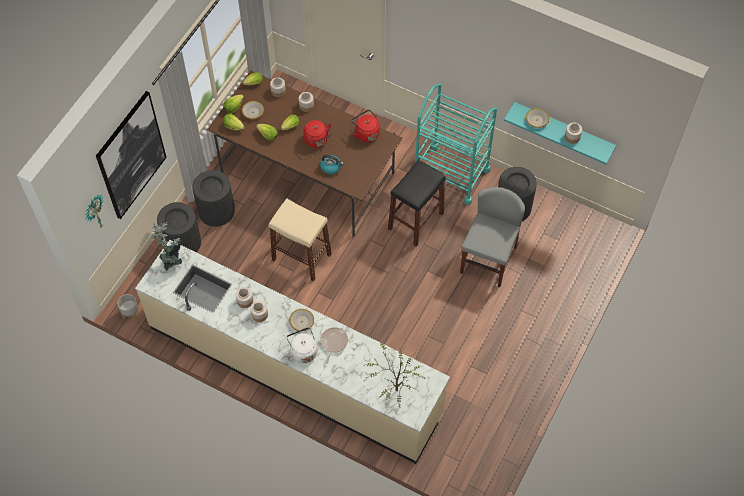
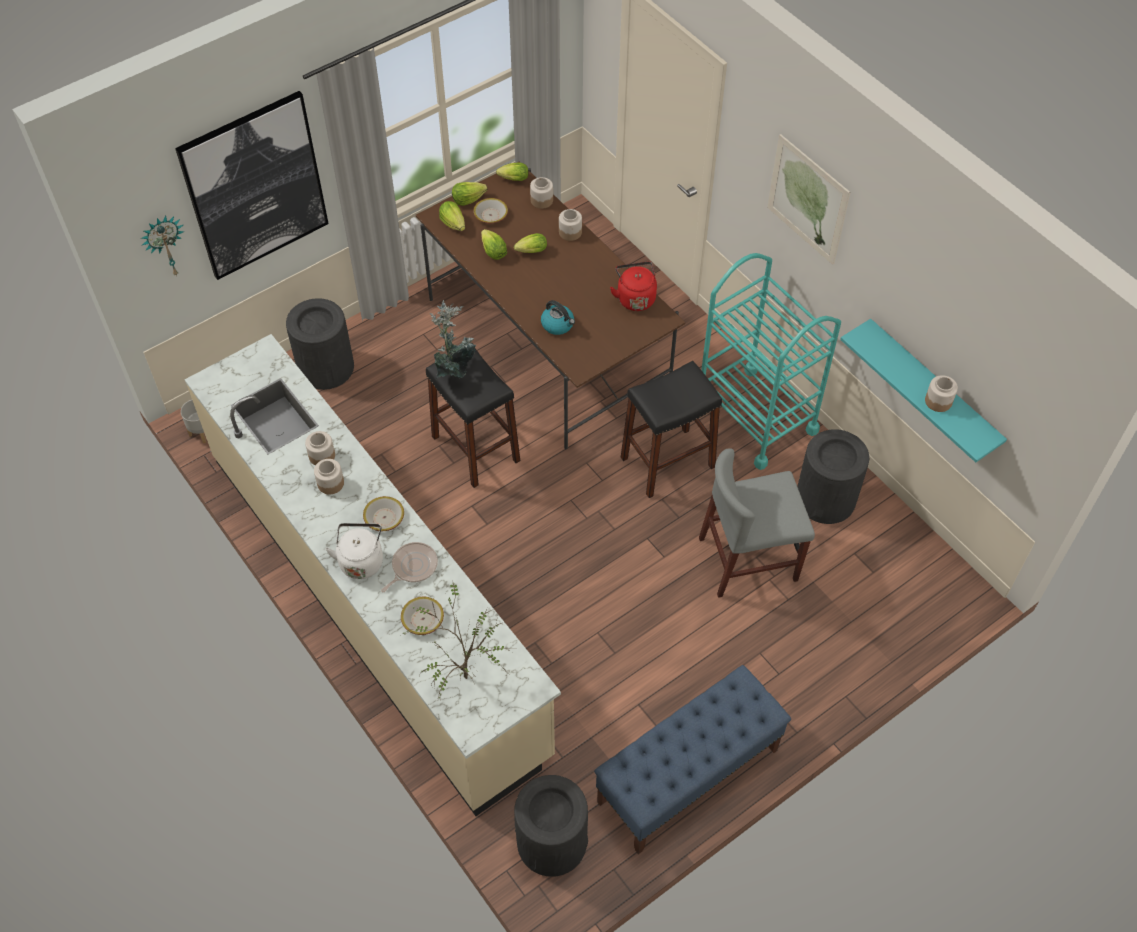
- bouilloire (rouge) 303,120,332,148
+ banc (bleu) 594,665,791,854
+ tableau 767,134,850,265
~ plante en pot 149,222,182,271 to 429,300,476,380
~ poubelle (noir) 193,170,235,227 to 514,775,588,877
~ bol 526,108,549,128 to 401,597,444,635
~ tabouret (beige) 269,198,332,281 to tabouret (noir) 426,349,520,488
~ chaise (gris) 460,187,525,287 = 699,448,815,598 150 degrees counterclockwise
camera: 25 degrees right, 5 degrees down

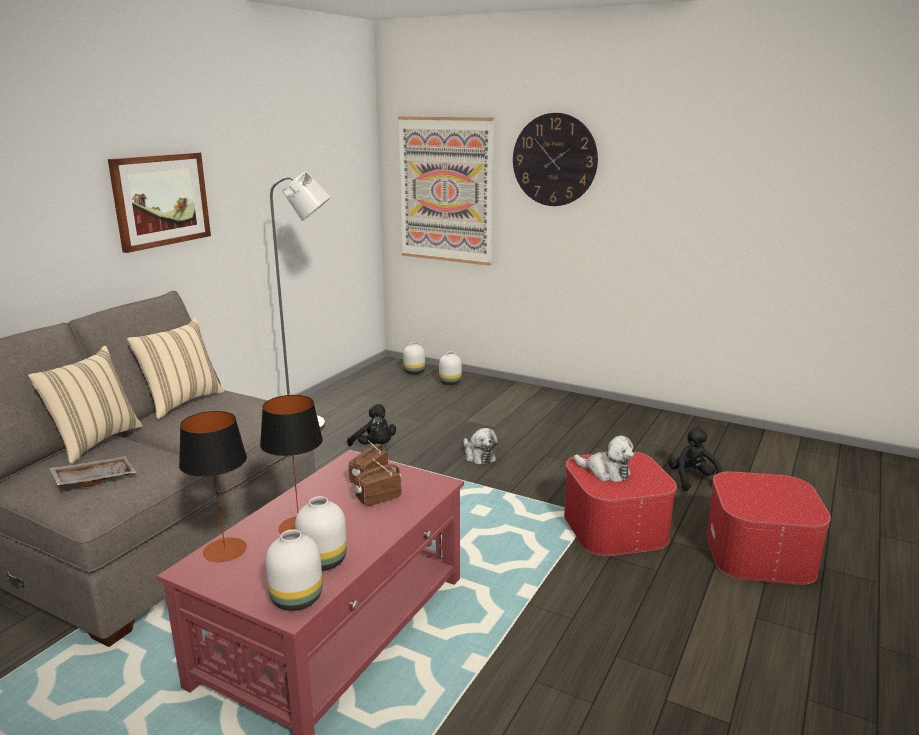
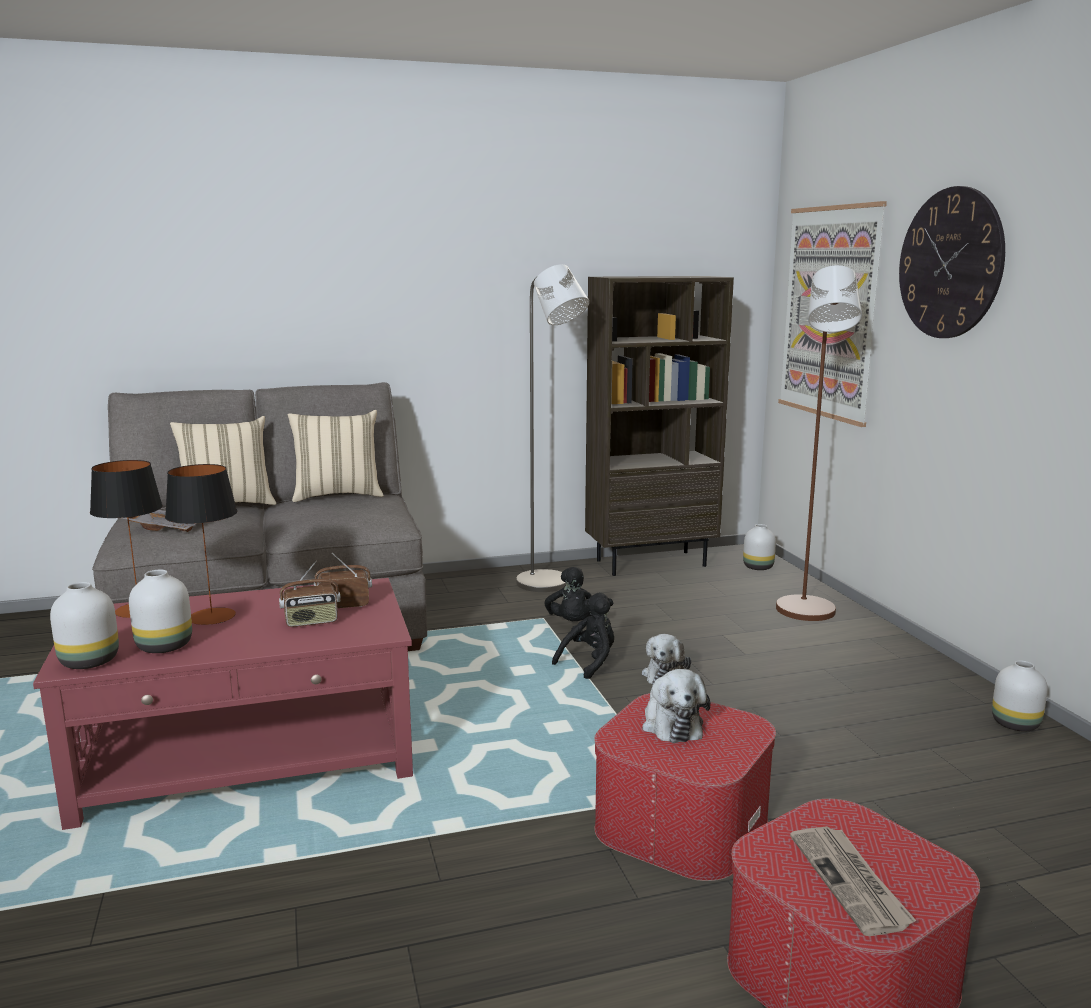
- tableau 108,152,211,253
+ bibliothèque (marron) 585,276,734,576
+ lampadaire (marron) 776,265,862,621
+ journal 790,826,916,936
~ vase (blanc) 439,351,462,385 to 992,660,1048,732
~ peluche (noir) 668,427,722,491 to 552,592,614,679
~ radio 355,459,402,507 = 279,561,341,627 150 degrees clockwise
camera: 45 degrees right, 5 degrees down

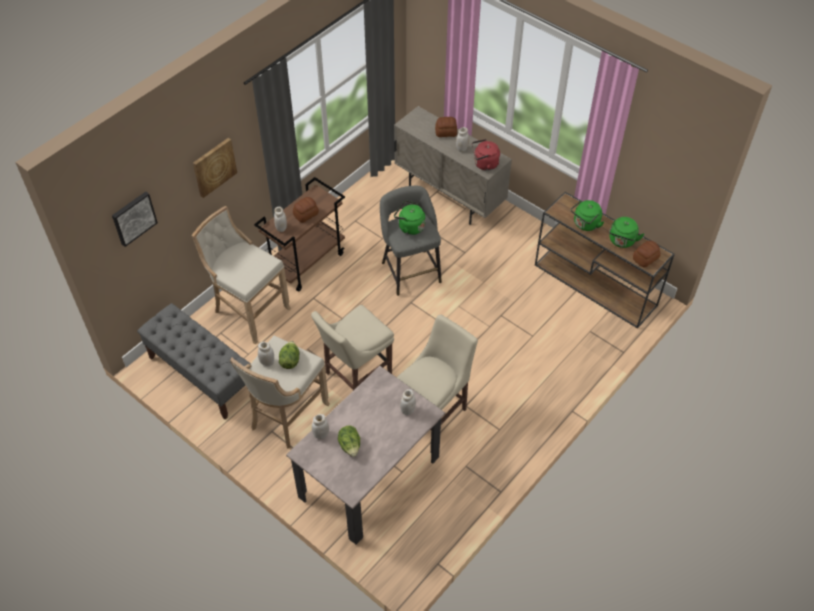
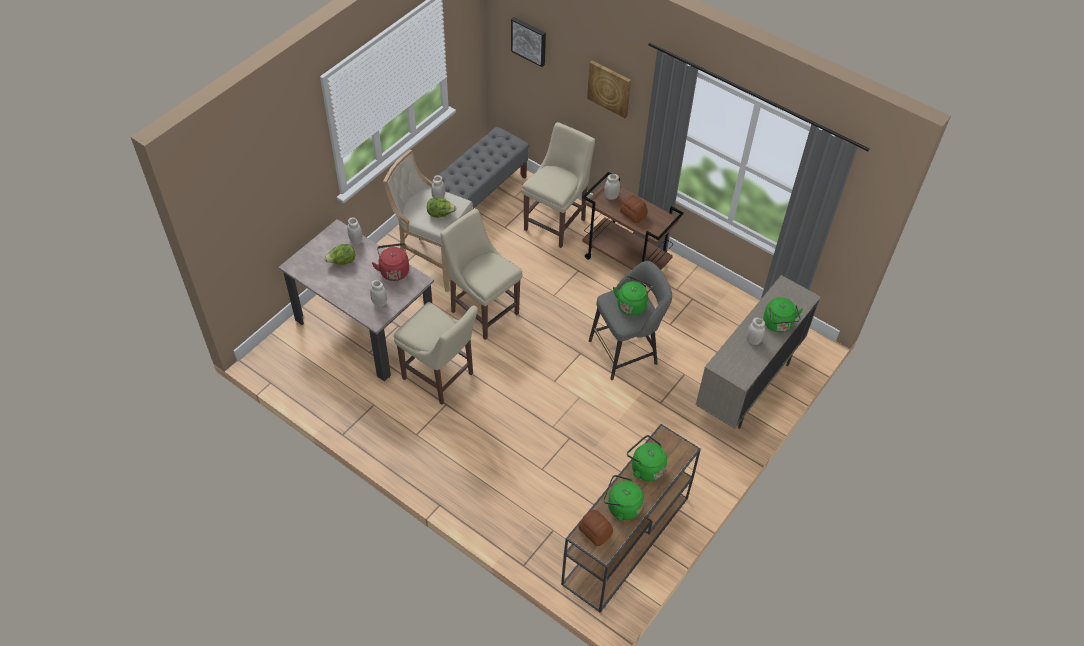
~ bouilloire (rouge) 472,139,500,171 to 372,243,409,281
~ tabouret (beige) 192,206,291,344 to chaise (beige) 522,122,595,248
~ pain 435,117,457,137 to bouilloire (vert) 763,297,803,332
camera: 85 degrees right, 0 degrees up

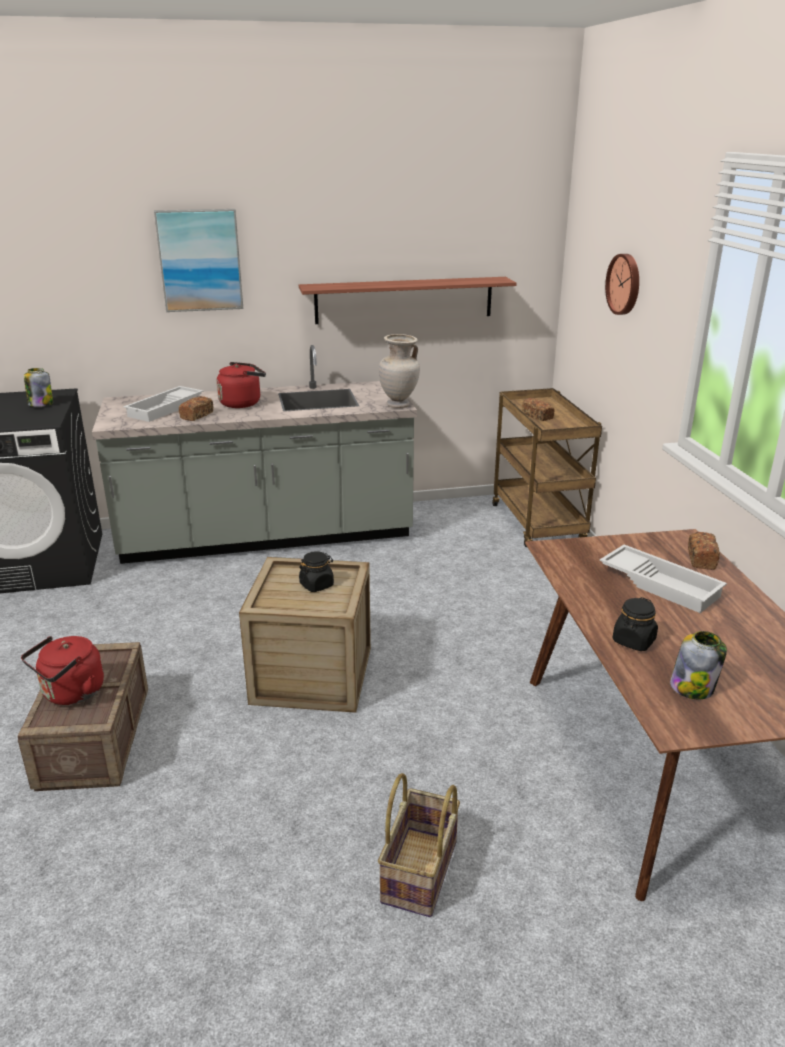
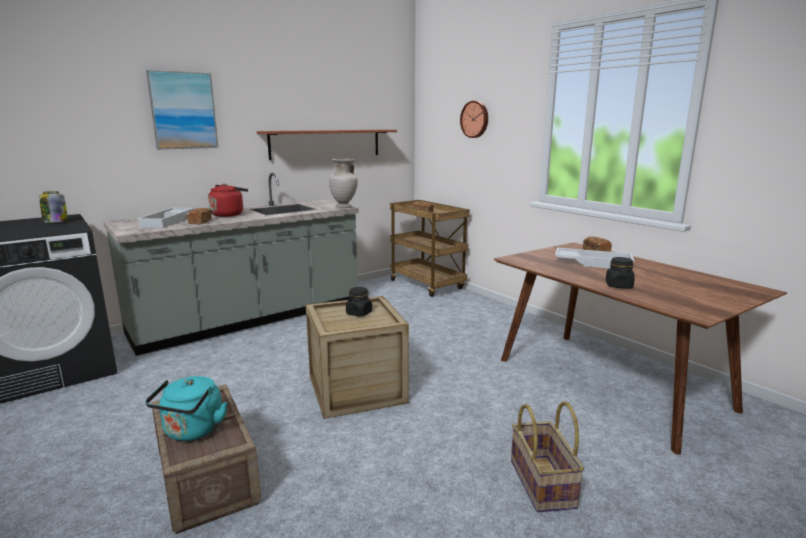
- bocal 670,631,727,699
~ bouilloire (rouge) 21,636,104,705 to bouilloire (turquoise) 145,376,227,441
camera: 25 degrees left, 10 degrees down

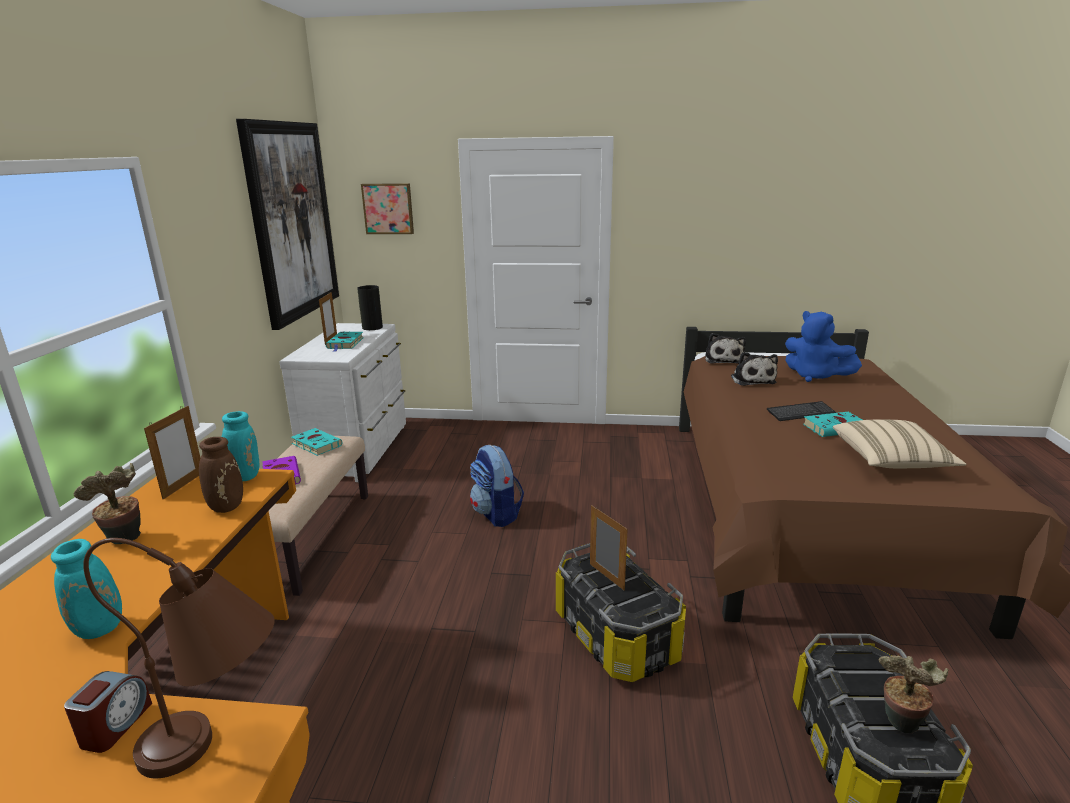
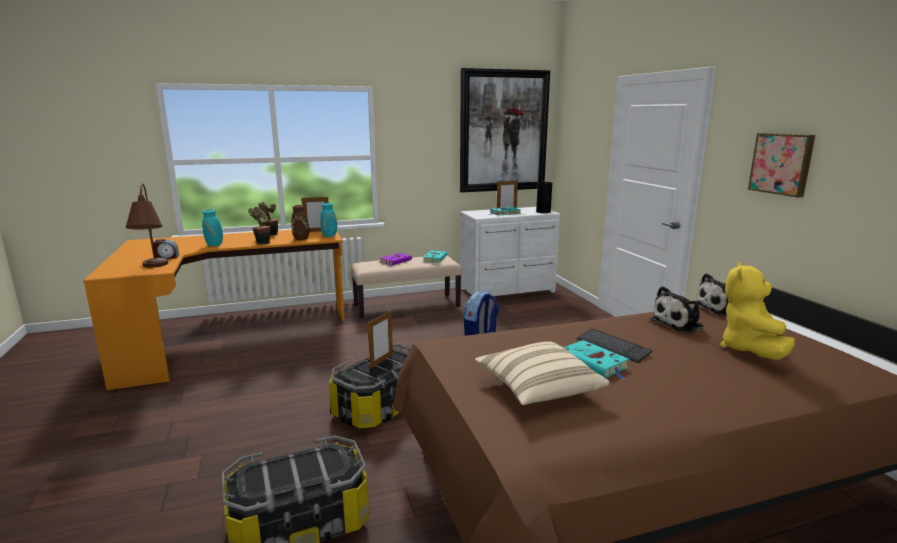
~ tableau 361,183,414,234 to 748,133,815,197
~ plante en pot 878,655,949,733 to 248,207,271,244
~ peluche (bleu) 785,311,862,382 to peluche (jaune) 720,262,795,360
camera: 65 degrees right, 5 degrees down

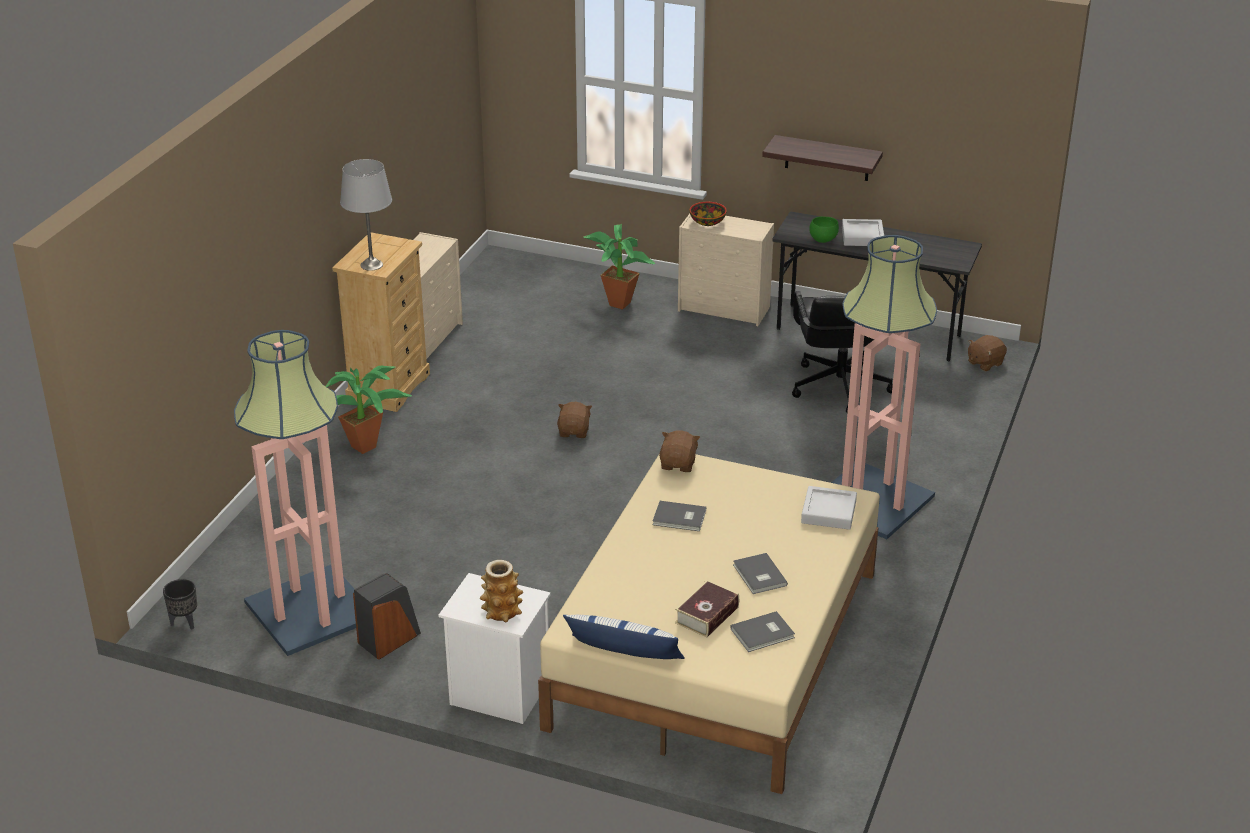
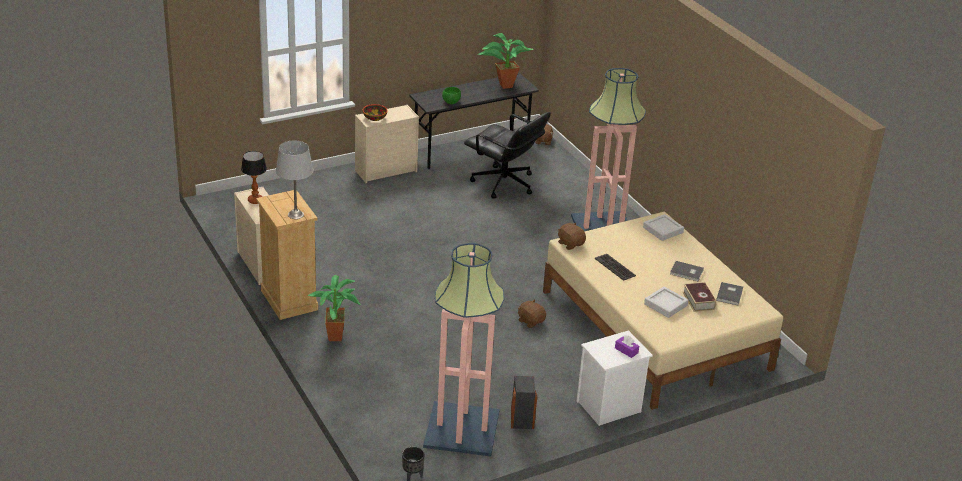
- coussin 563,615,685,659
- étagère 762,135,883,181
+ lampe de table 241,151,267,204
~ peluche (marron) 557,402,592,438 to 518,300,546,328
~ plante en pot 583,224,655,310 to 478,33,533,89
~ plateau (gris) 842,219,884,246 to 644,287,688,318
~ vase 480,560,523,622 to boîte à mouchoirs (violet) 615,335,639,358
~ livre (gris) 653,501,706,531 to clavier 594,254,636,281
camera: 50 degrees left, 0 degrees up

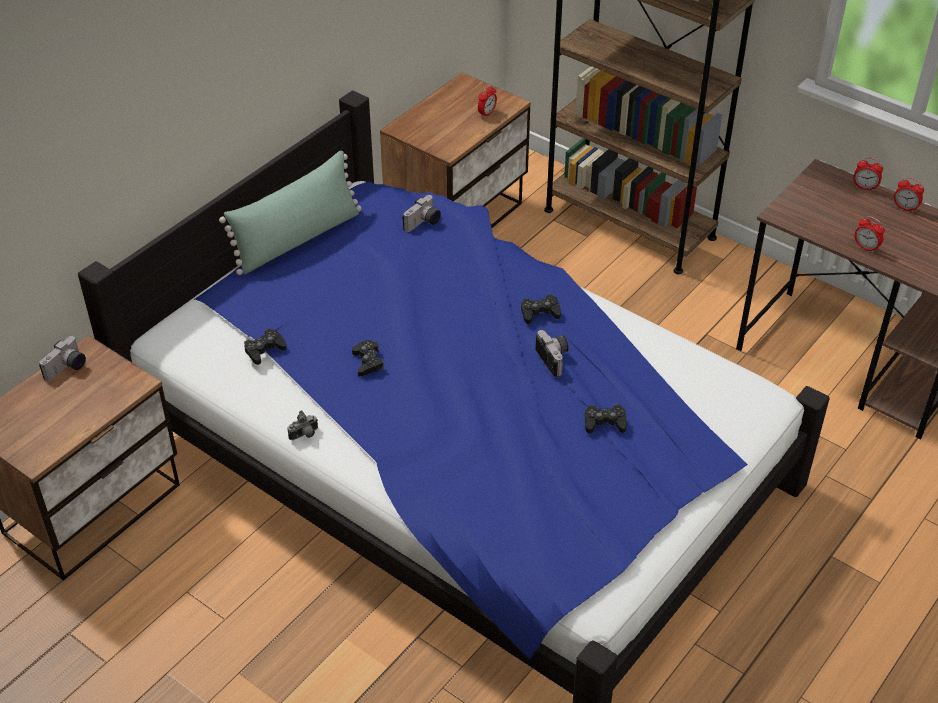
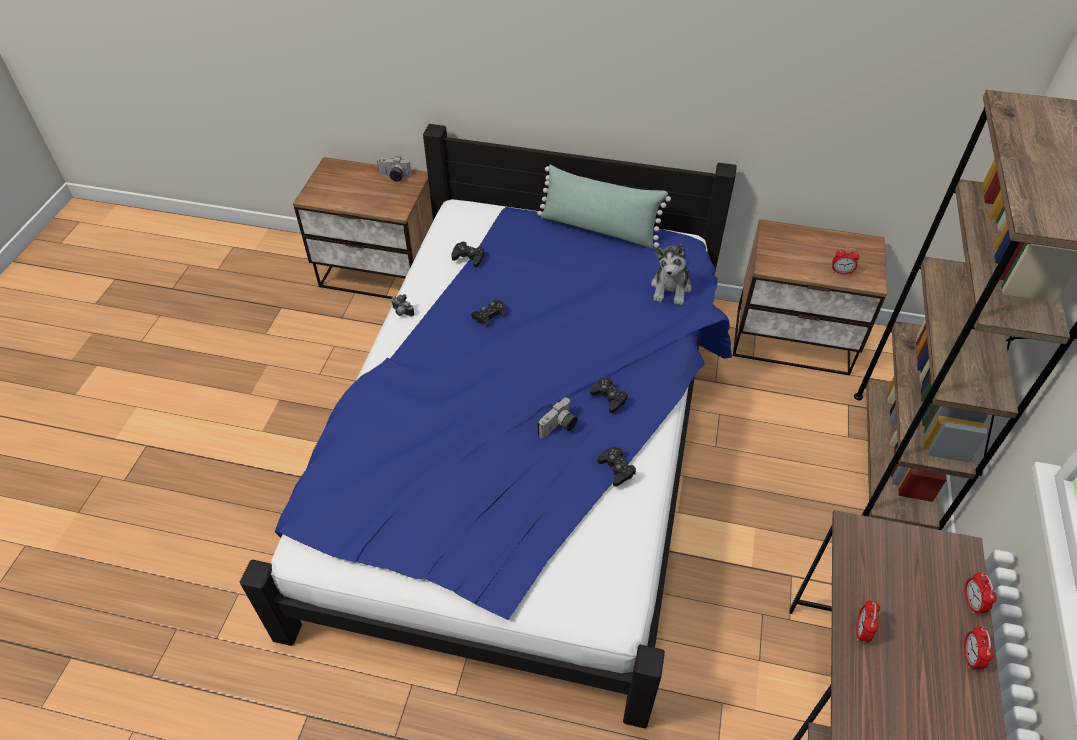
~ manette (noir) 585,404,627,434 to 597,447,636,487
~ appareil photo 402,195,441,232 to peluche 651,244,691,305
camera: 65 degrees right, 5 degrees up

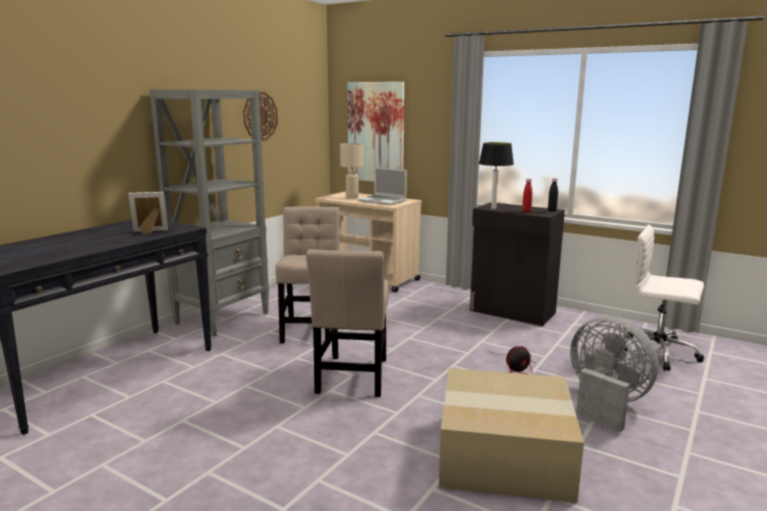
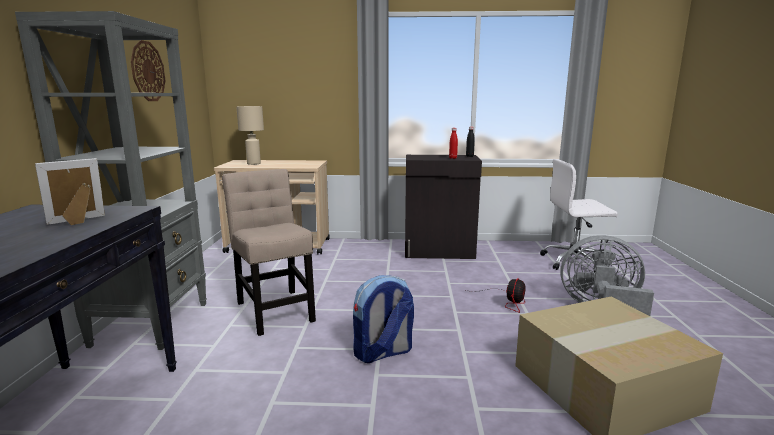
- tableau 347,82,404,182
- ordinateur portable 358,167,407,205
- lampe de table 479,142,514,209
~ chaise (beige) 306,249,389,397 to sac à dos 353,275,414,363
camera: 30 degrees left, 0 degrees up

